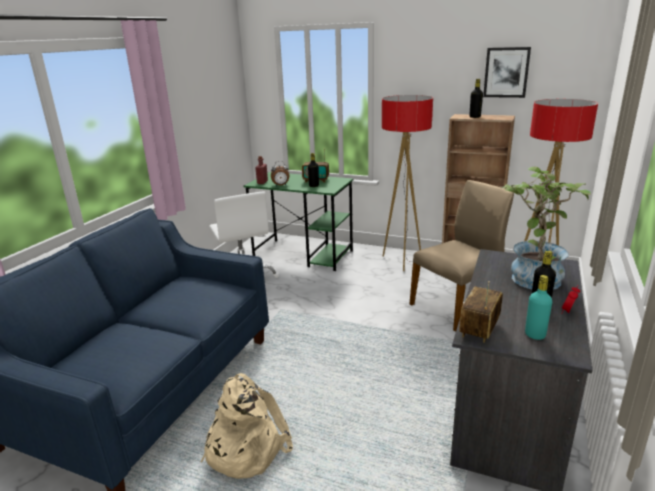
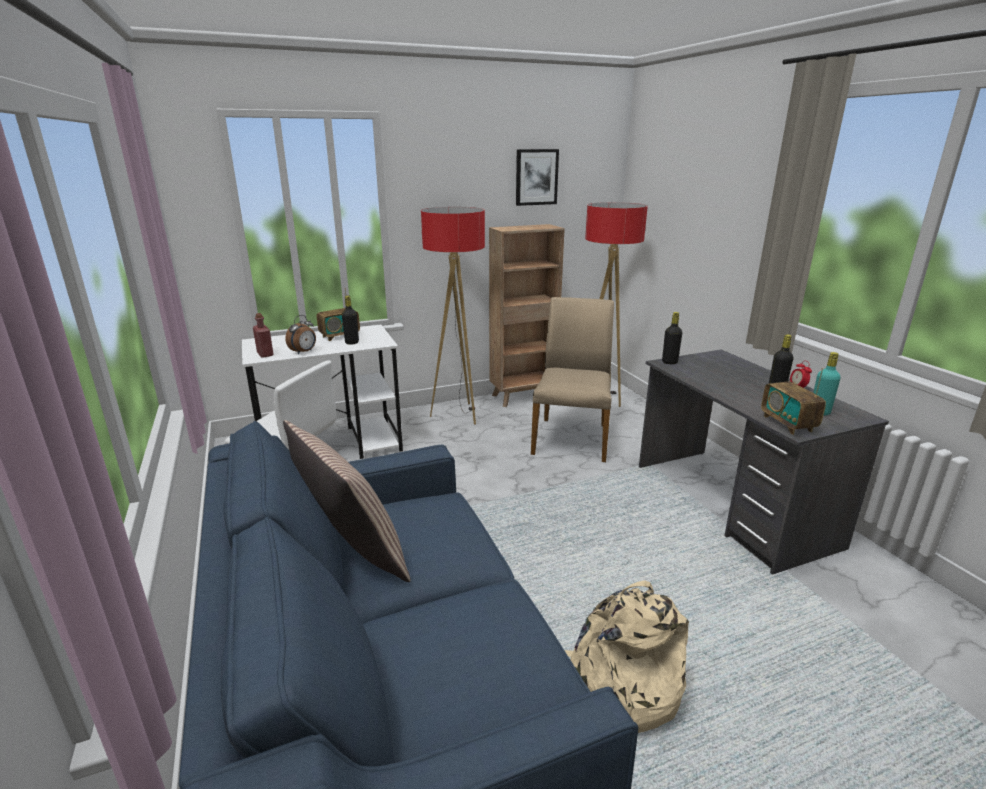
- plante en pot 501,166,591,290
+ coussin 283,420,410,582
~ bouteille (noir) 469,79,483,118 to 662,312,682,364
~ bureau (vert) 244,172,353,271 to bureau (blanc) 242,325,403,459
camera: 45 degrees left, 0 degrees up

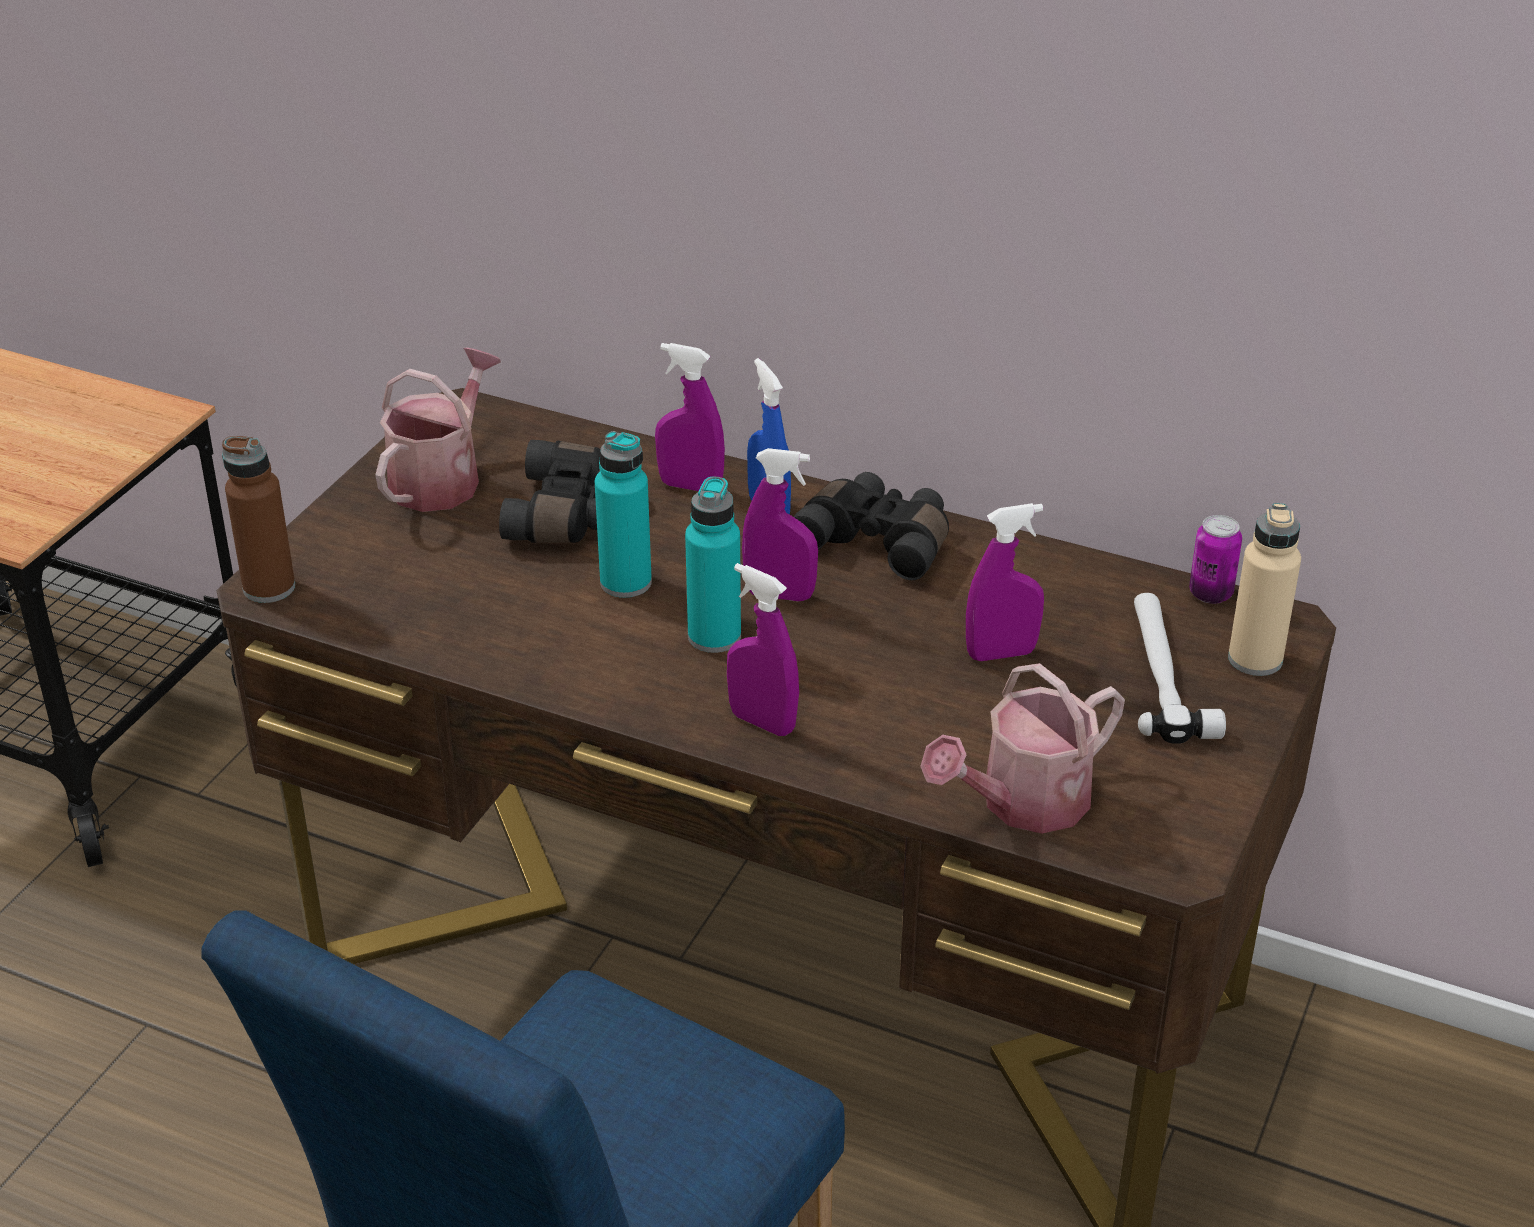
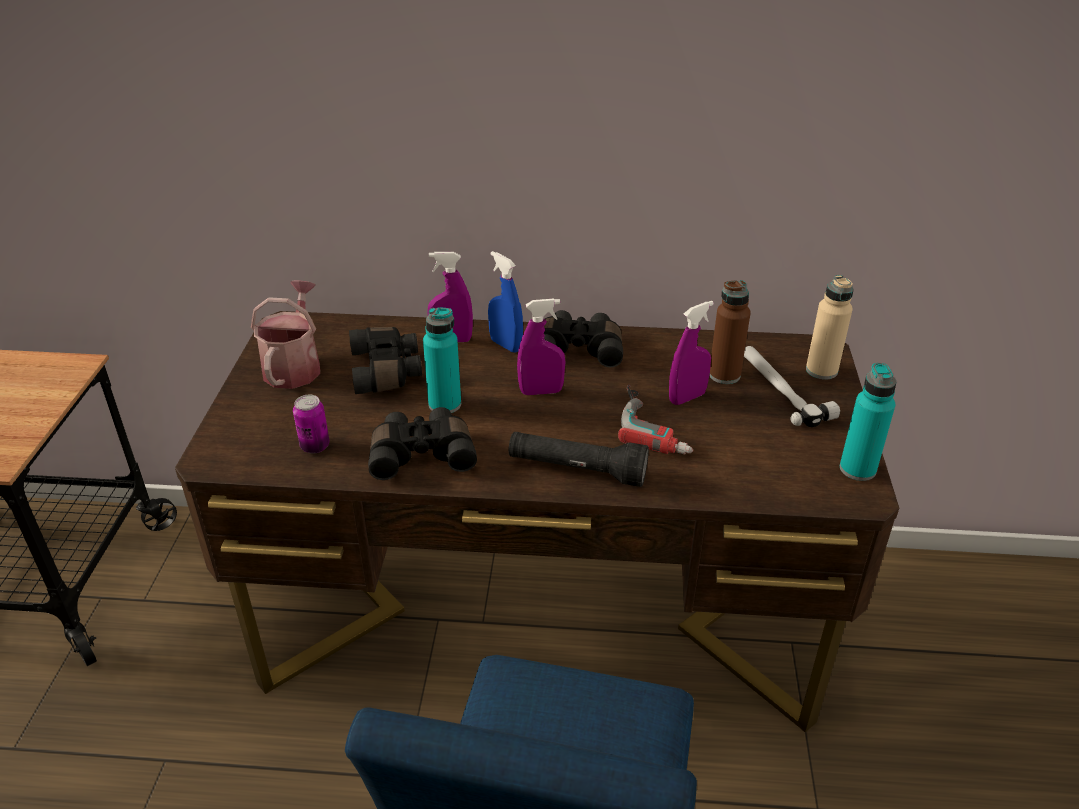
- arrosoir 920,663,1125,834
+ jumelles (noir) 368,407,477,480
+ perceuse 618,384,693,455
~ bouteille (marron) 222,436,295,603 to 709,280,751,384
~ bouteille (turquoise) 685,476,741,653 to 840,363,896,481
~ boîte métallique 1189,515,1242,604 to 293,395,330,454
~ vaporisateur (violet) 727,563,799,736 to lampe de poche (noir) 509,432,649,487
camera: 20 degrees left, 0 degrees up

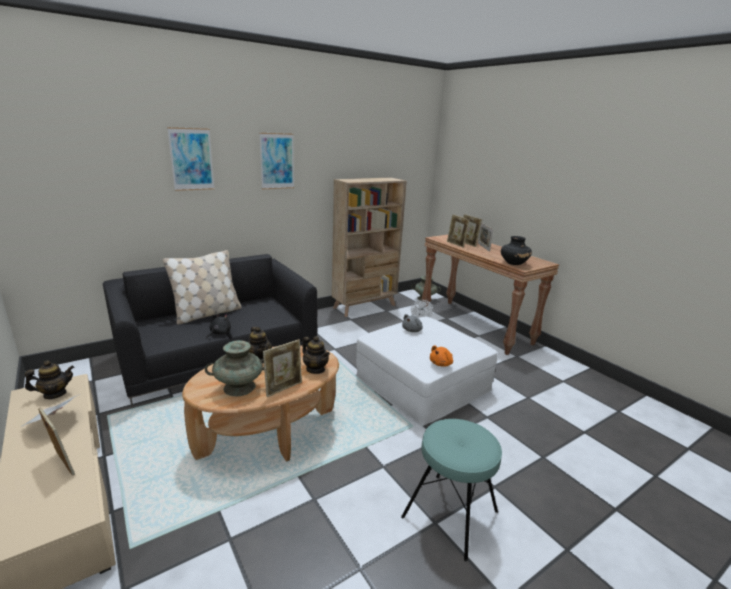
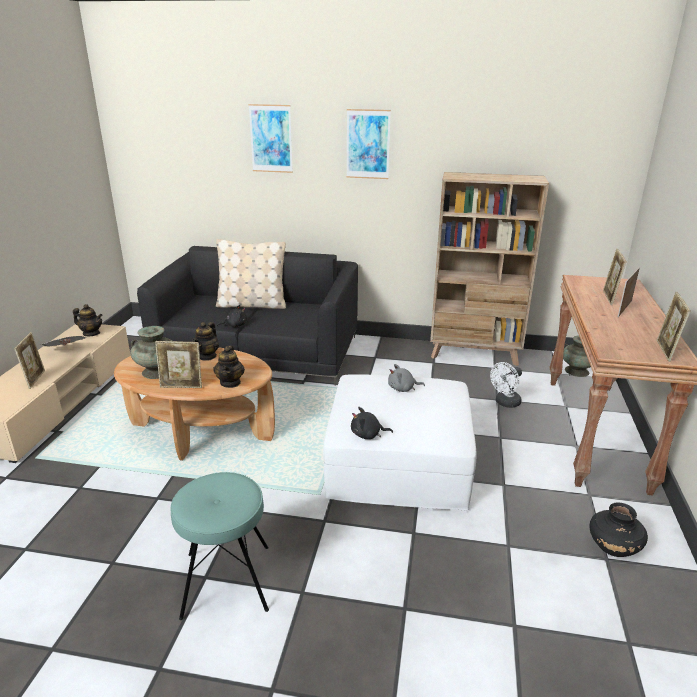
~ cadre photo 447,214,470,248 to 657,291,691,362
~ vase (noir) 501,236,532,265 to 590,502,648,557
~ peluche (orange) 430,345,453,367 to peluche (noir) 351,407,393,439
camera: 45 degrees right, 5 degrees up

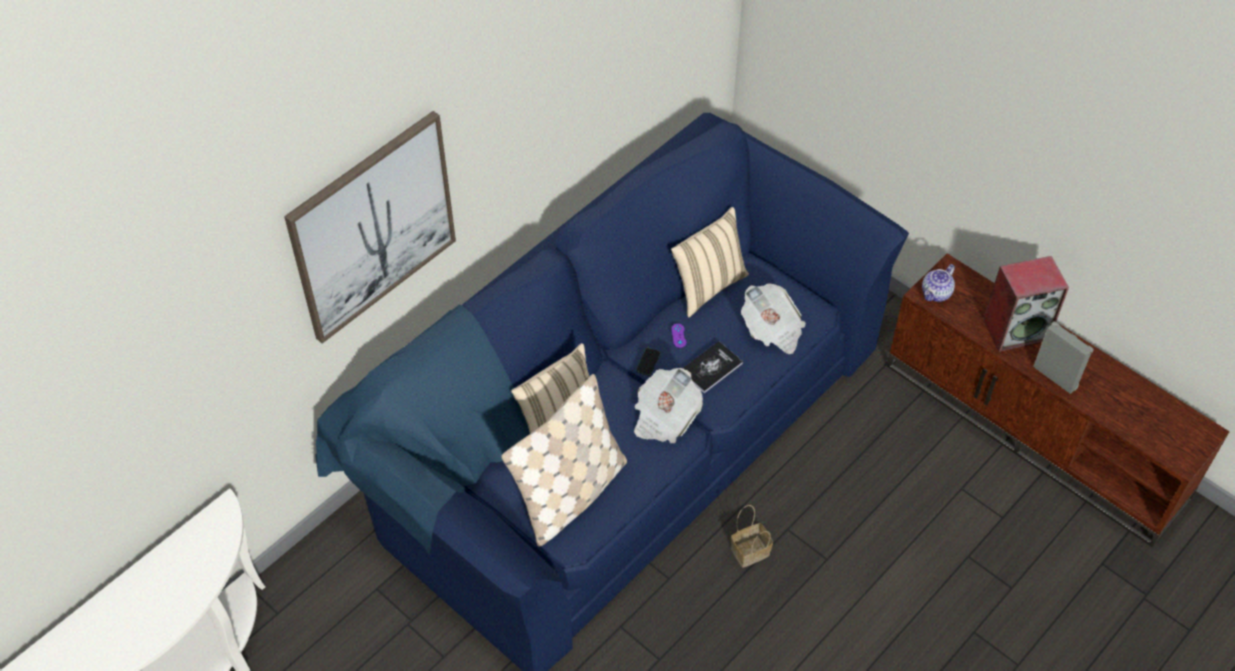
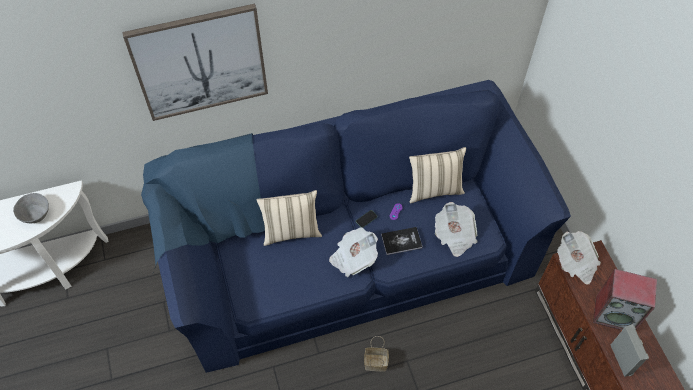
- coussin (beige) 501,374,627,547
+ bol (gris) 13,193,49,223
~ théière 922,264,955,302 to journal 557,231,601,285
camera: 30 degrees right, 5 degrees up

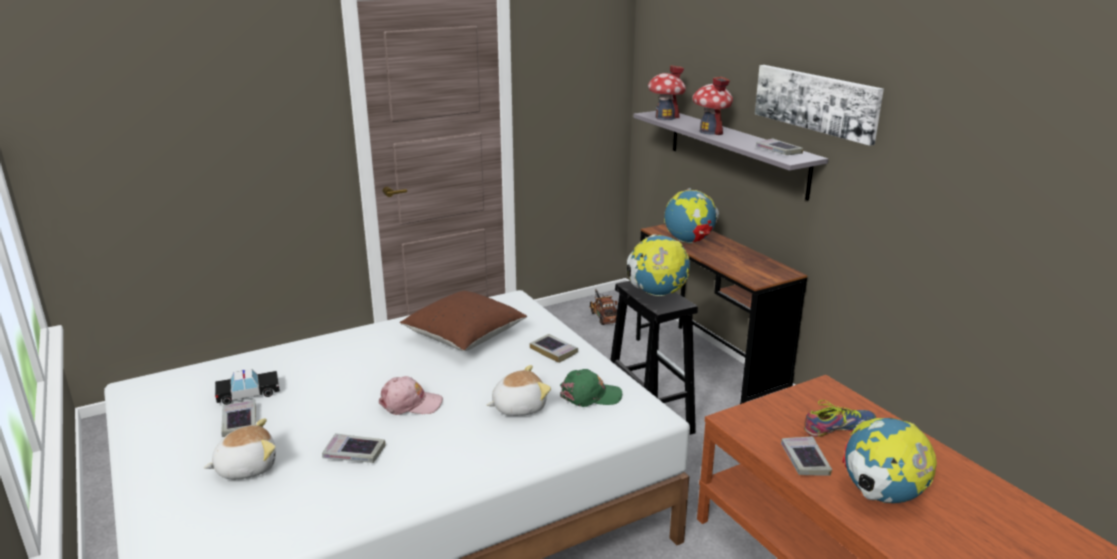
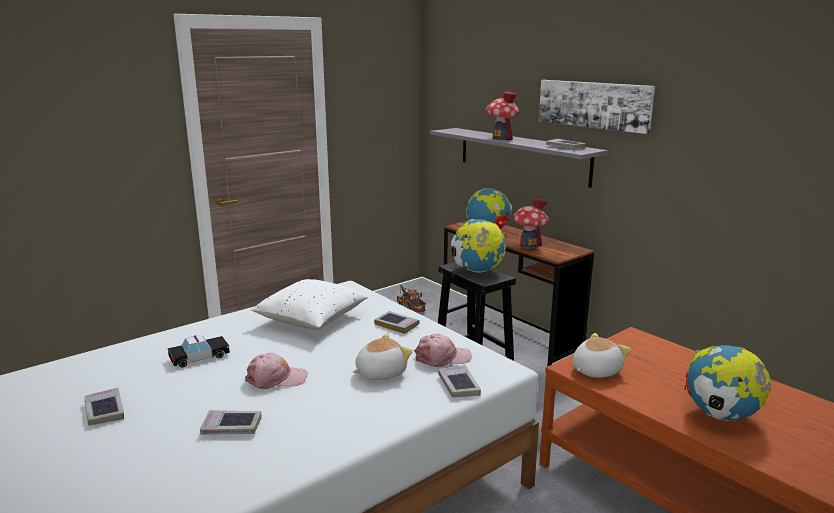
- chaussure 804,400,876,437
~ peluche 204,418,276,479 to 572,333,631,378
~ petite voiture 215,369,280,405 to 168,335,230,367
~ maison miniature 648,65,686,120 to 513,198,549,249
~ livre 781,436,832,476 to 438,365,481,397
~ coussin (marron) 400,291,527,351 to coussin (blanc) 251,279,368,330
~ casquette (vert) 560,369,622,407 to casquette (rose) 414,334,472,367
camera: 10 degrees left, 5 degrees down

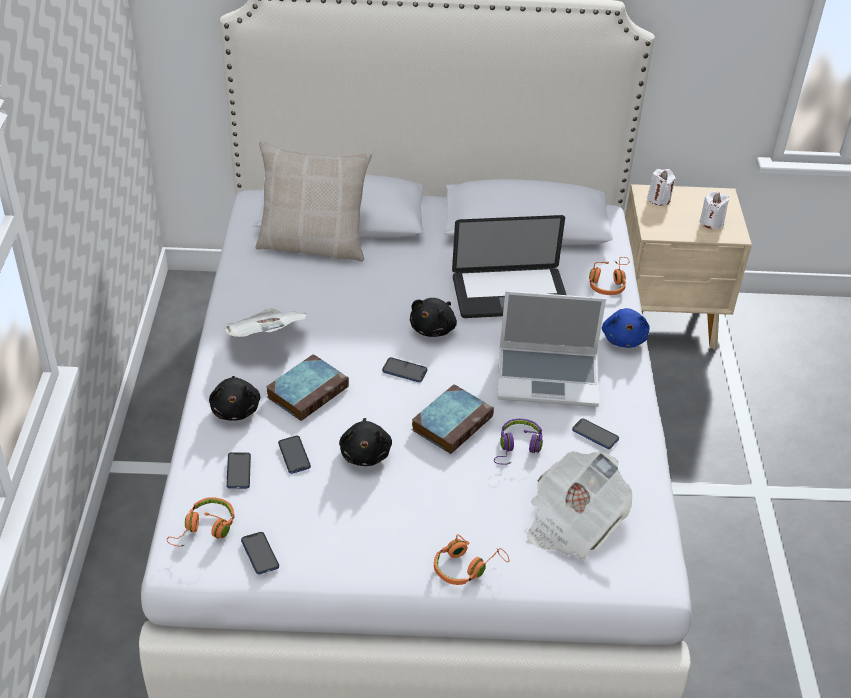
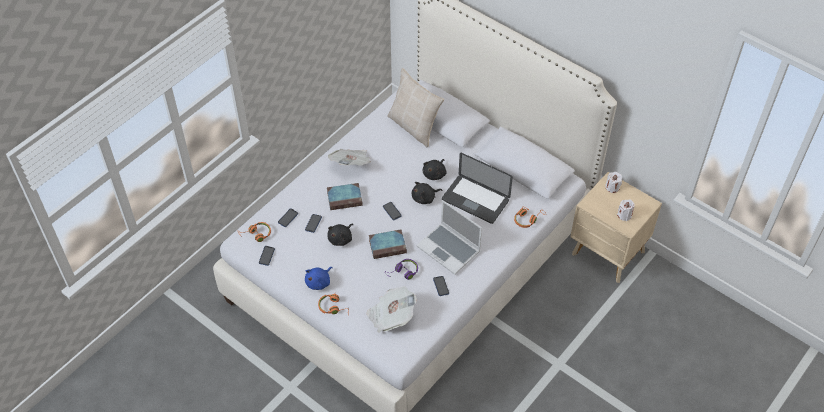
~ peluche (noir) 209,376,260,421 to 422,159,447,180
~ peluche (bleu) 602,308,650,348 to 305,267,333,290
camera: 40 degrees right, 10 degrees up

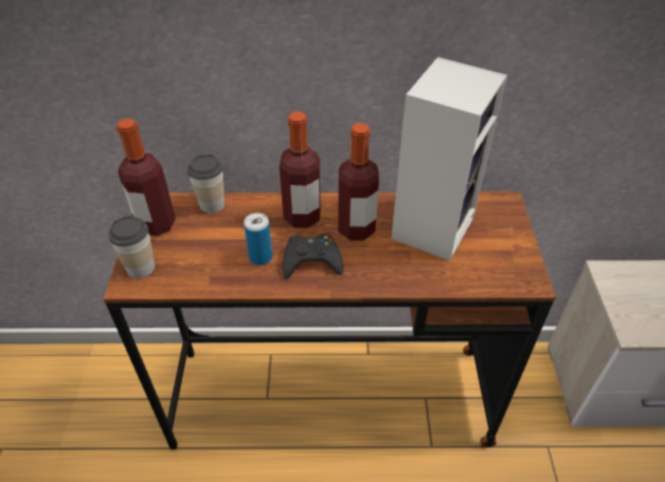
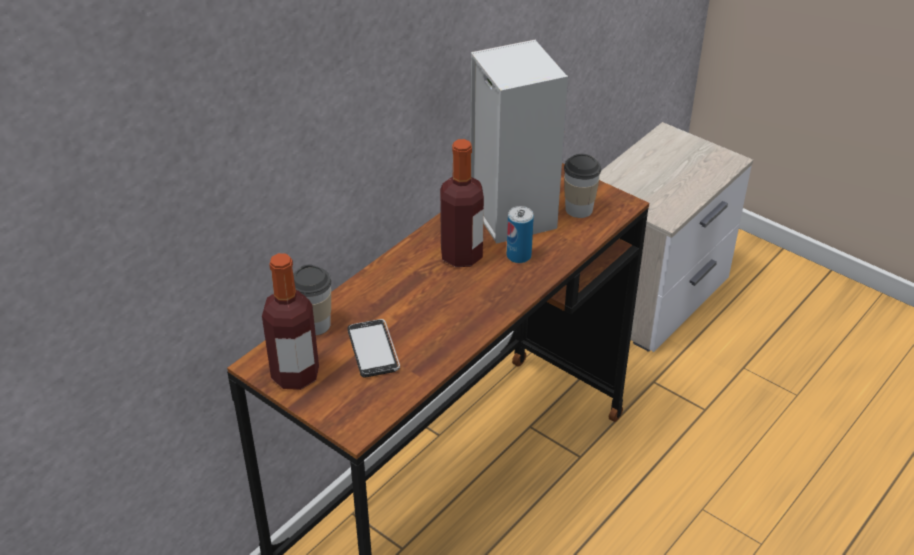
- bouteille 279,112,321,228
- manette (noir) 282,234,343,279
+ téléphone 347,319,400,378
~ tasse 108,216,155,279 to 564,154,601,218
~ boîte métallique 244,213,273,265 to 507,206,534,263
camera: 50 degrees left, 5 degrees down

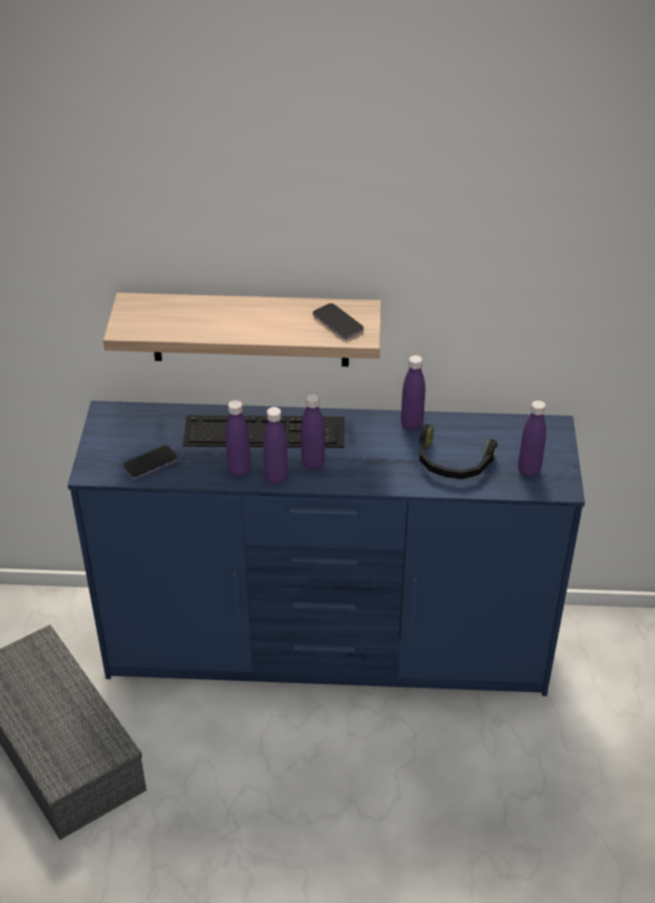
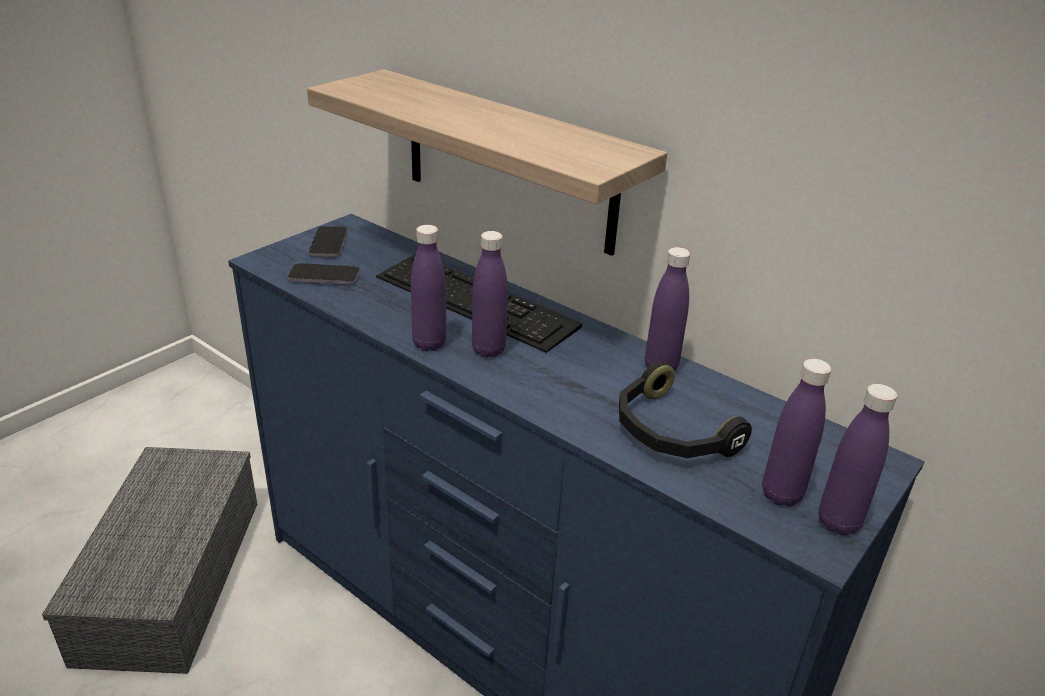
~ bouteille (violet) 225,400,251,477 to 819,384,897,536
~ téléphone 313,303,364,339 to 308,226,348,257
camera: 35 degrees right, 10 degrees down

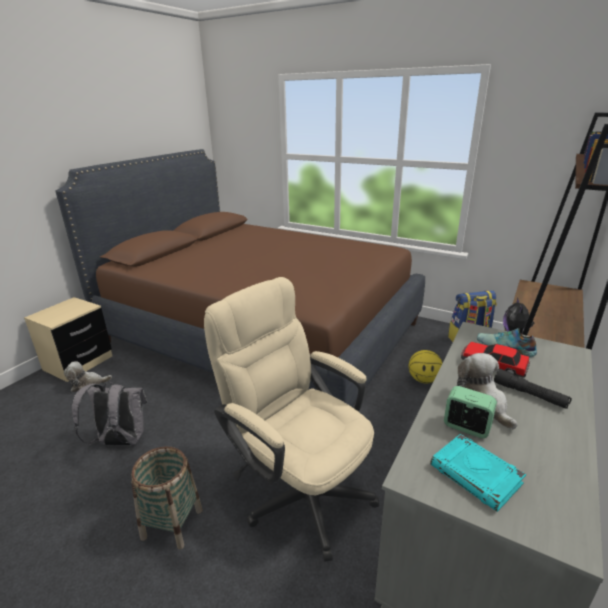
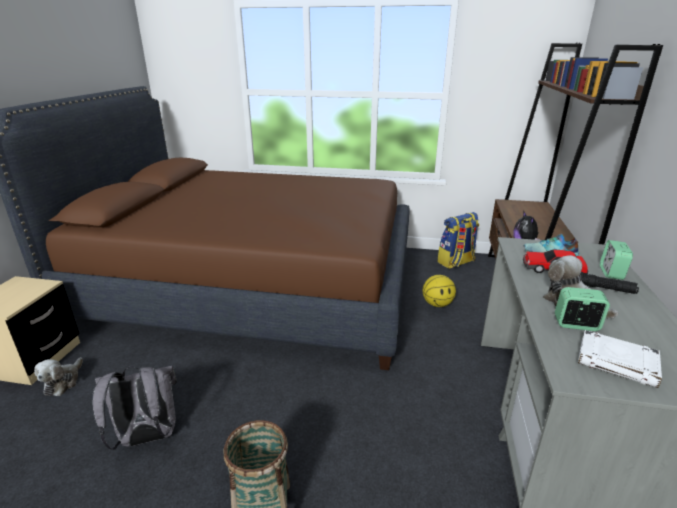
- chaise de bureau (beige) 204,277,379,562
+ réveil 600,240,633,280
~ livre (turquoise) 430,434,526,512 to livre (blanc) 578,330,662,388
~ peluche 64,361,112,392 = 34,357,83,396 45 degrees counterclockwise
camera: 20 degrees left, 0 degrees up

